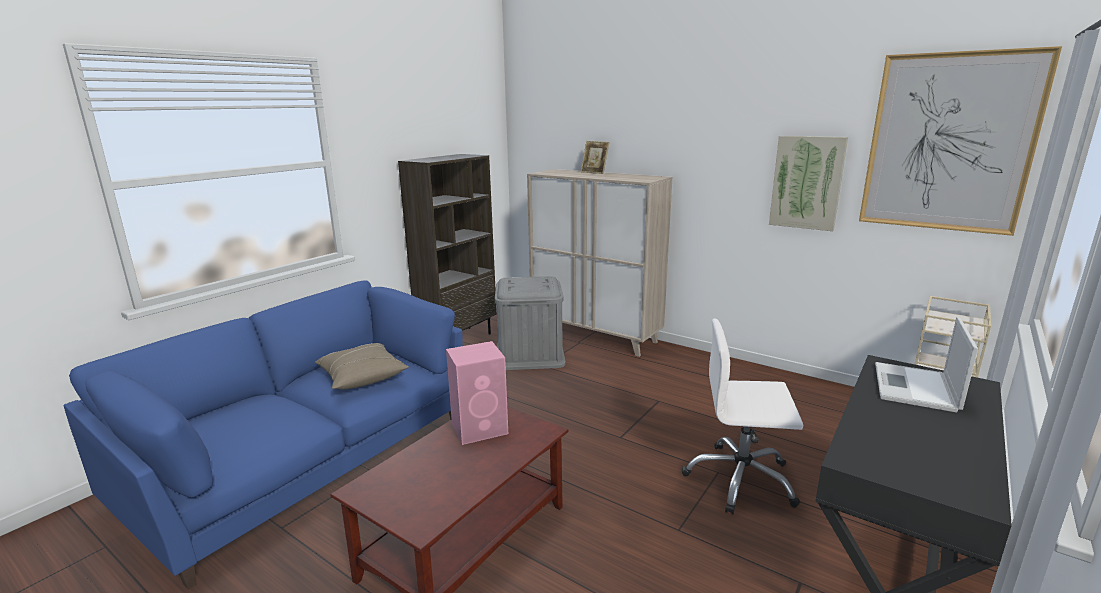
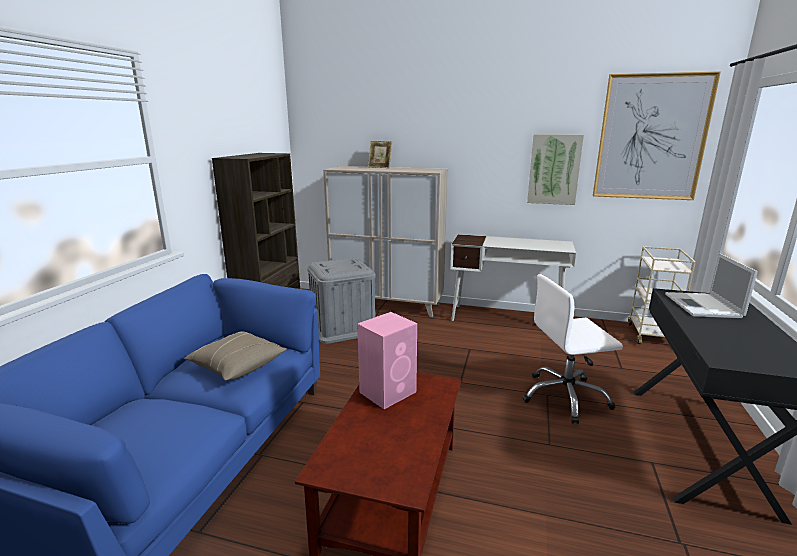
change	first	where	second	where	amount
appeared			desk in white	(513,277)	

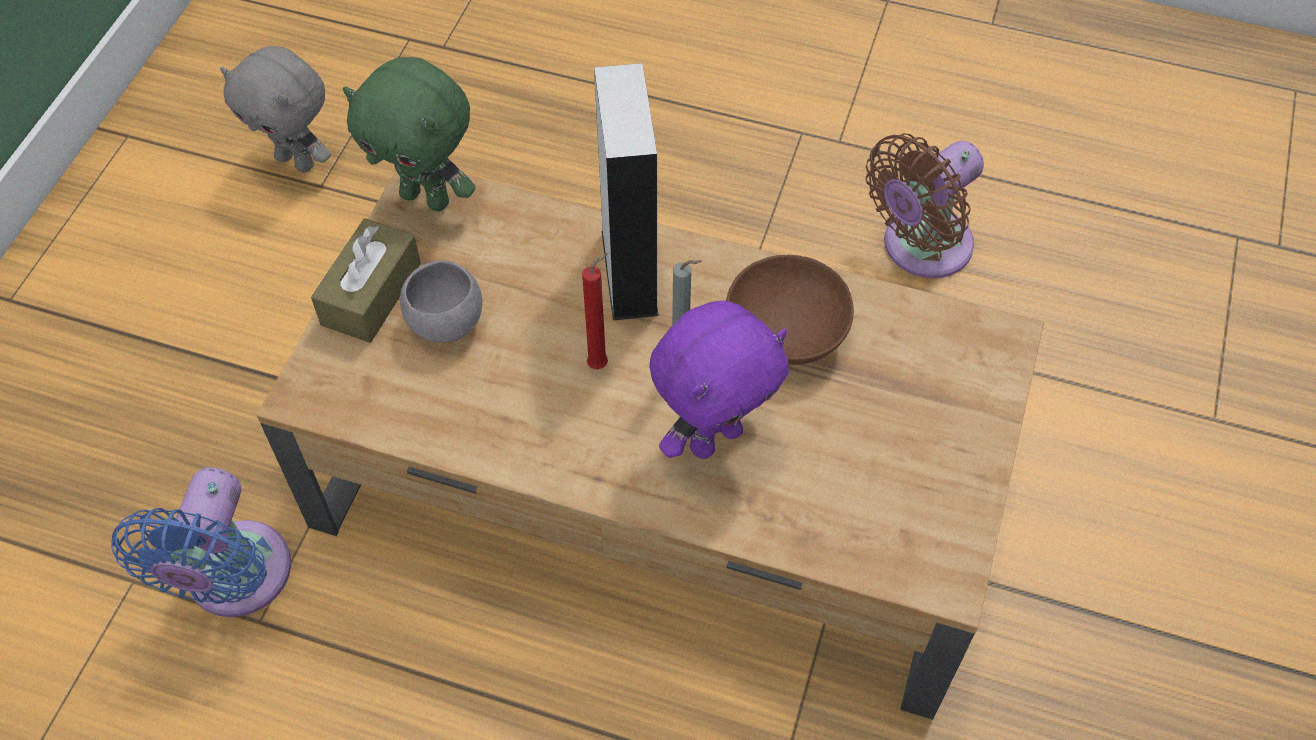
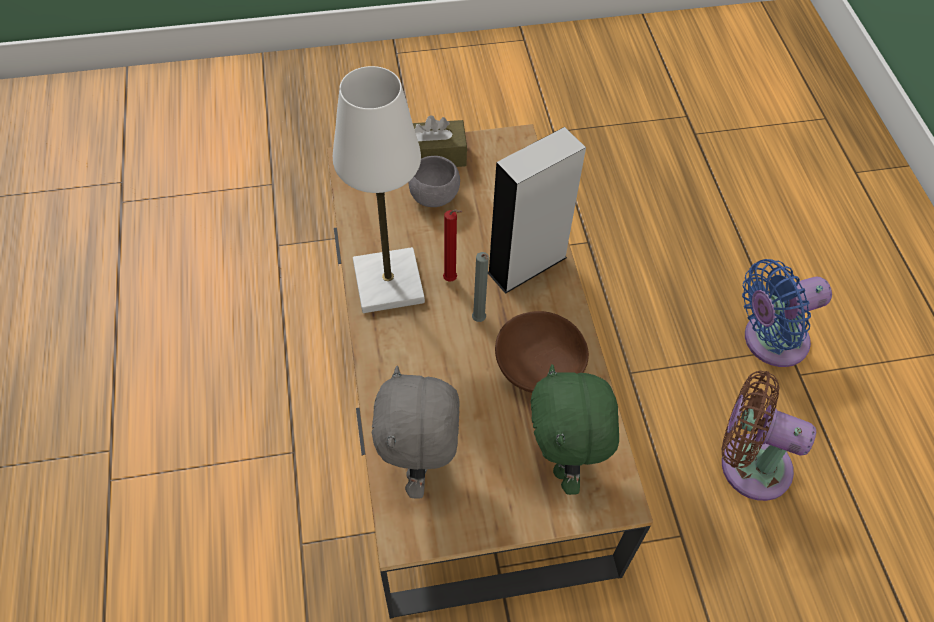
change	first	where	second	where	amount
missing	plush toy in purple	(719,380)			
appeared			table lamp in white	(379,189)	
relocated	fan in blue	(201,542)		(787,313)	
relocated	plush toy in grey	(275,109)		(415,432)	
relocated	plush toy in green	(409,134)		(574,429)	

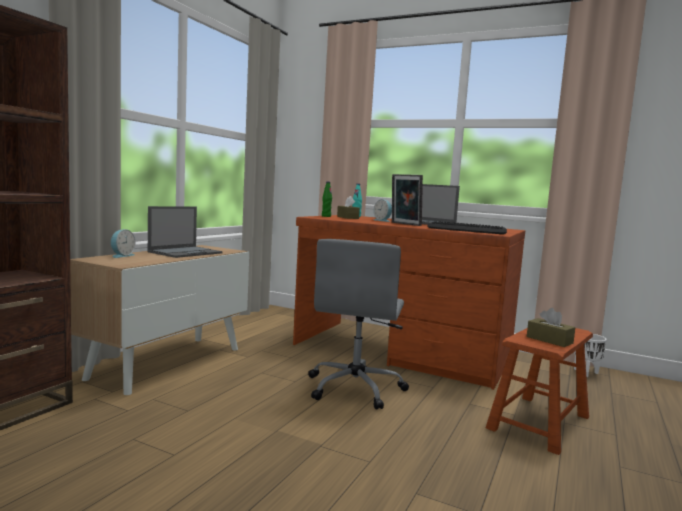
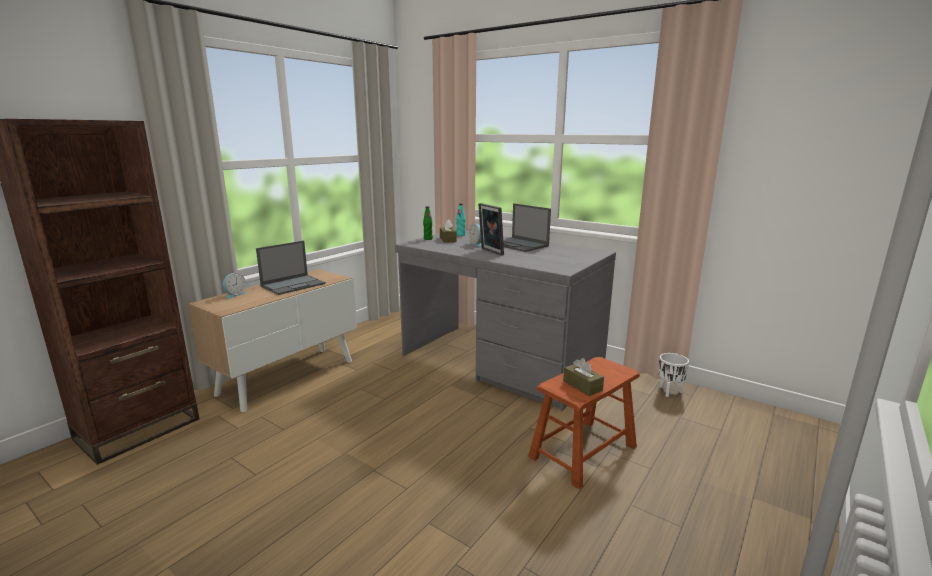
change	first	where	second	where	amount
missing	office chair in grey	(358,324)			
missing	keyboard	(467,227)			
colour	desk in brown	(409,302)	desk in grey	(505,320)	

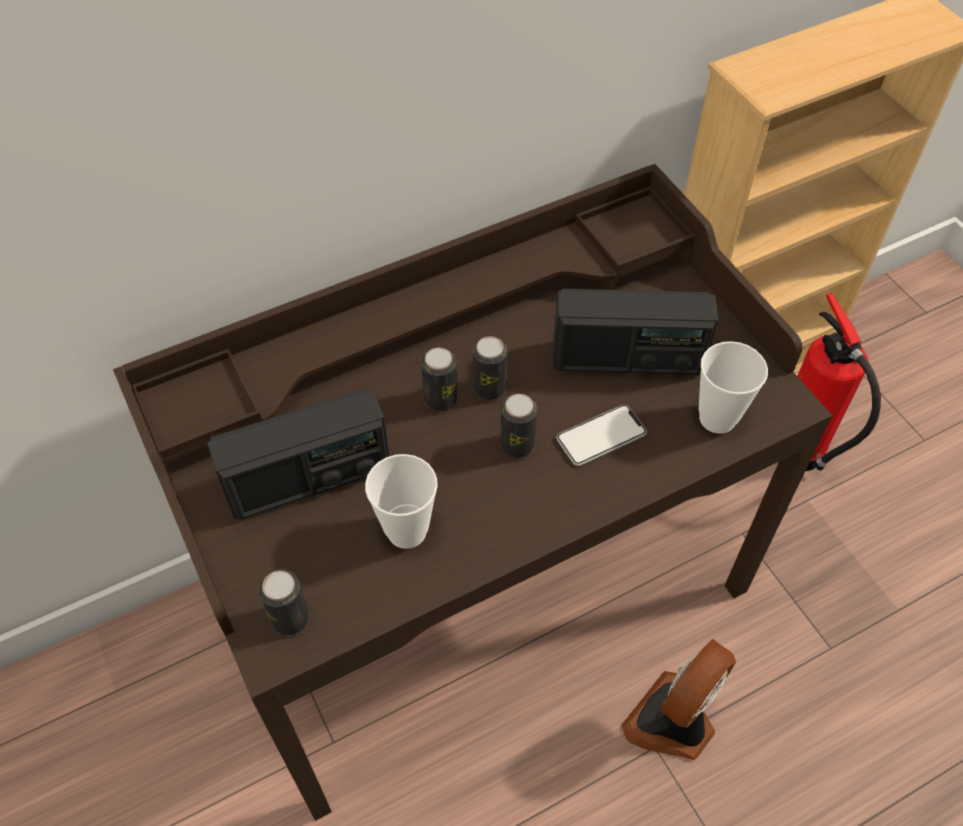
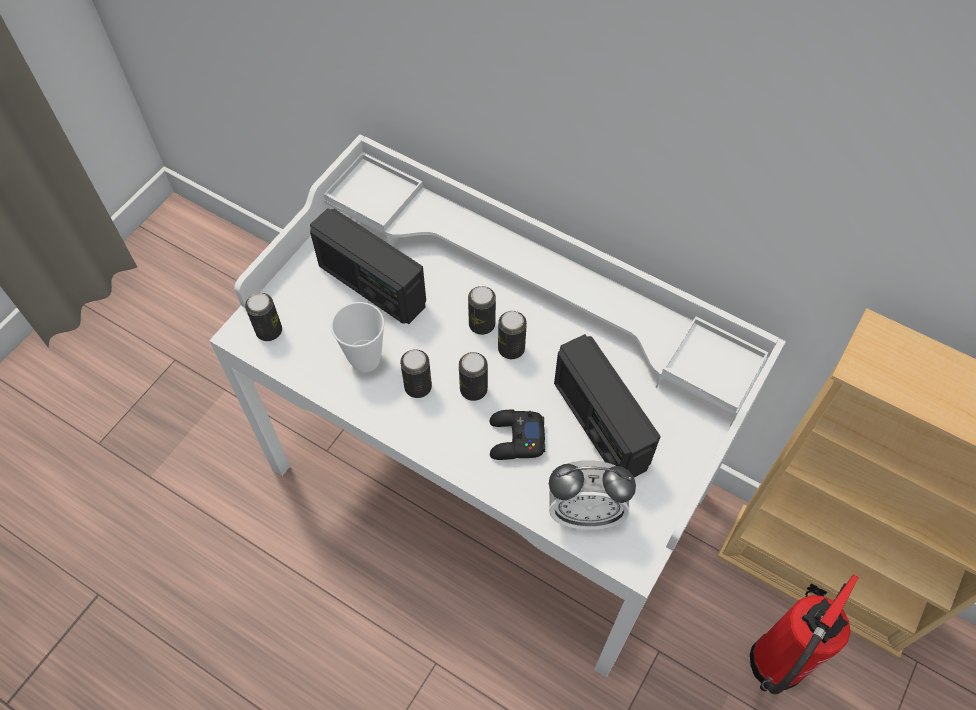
change	first	where	second	where	amount
missing	fan	(678,699)			
appeared			can	(416,373)	
exchanged	phone	(601,435)	game controller in black	(517,435)	
exchanged	cup	(733,387)	alarm clock	(592,495)	
colour	desk in brown	(472,492)	desk in white	(497,405)	

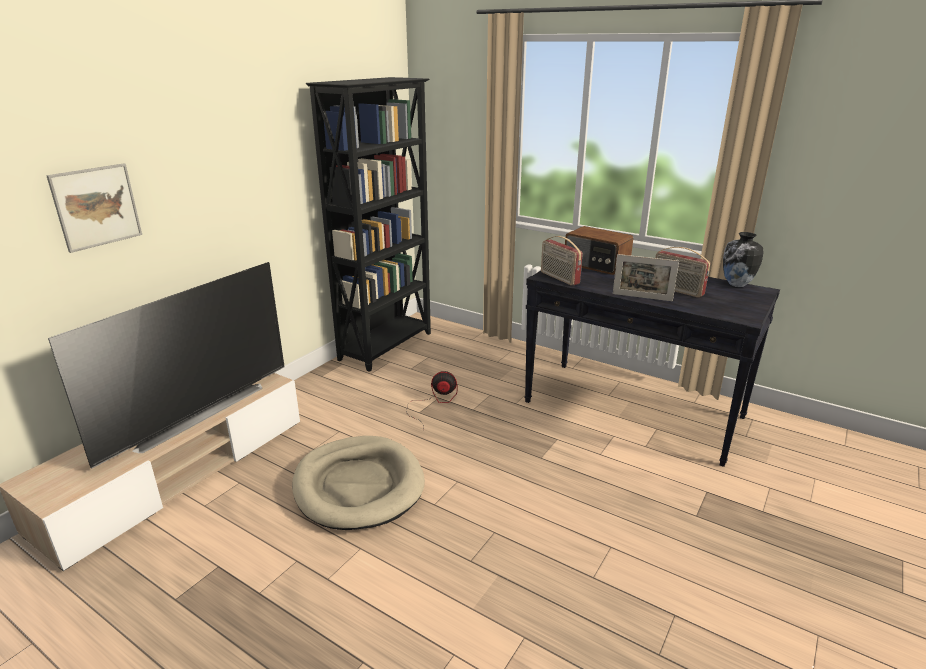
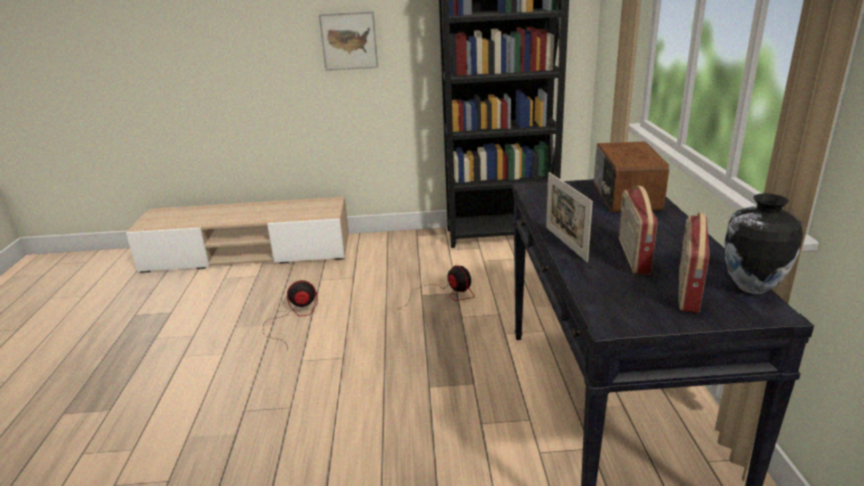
change	first	where	second	where	amount
missing	television	(166,365)			
relocated	picture	(94,208)		(348,41)	
relocated	radio	(562,261)		(694,263)	
exchanged	dog bed in beige	(358,483)	fan	(290,315)	

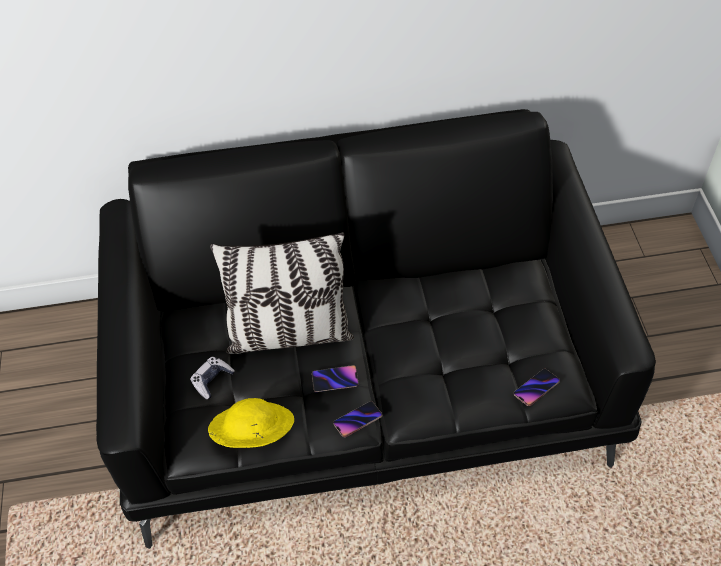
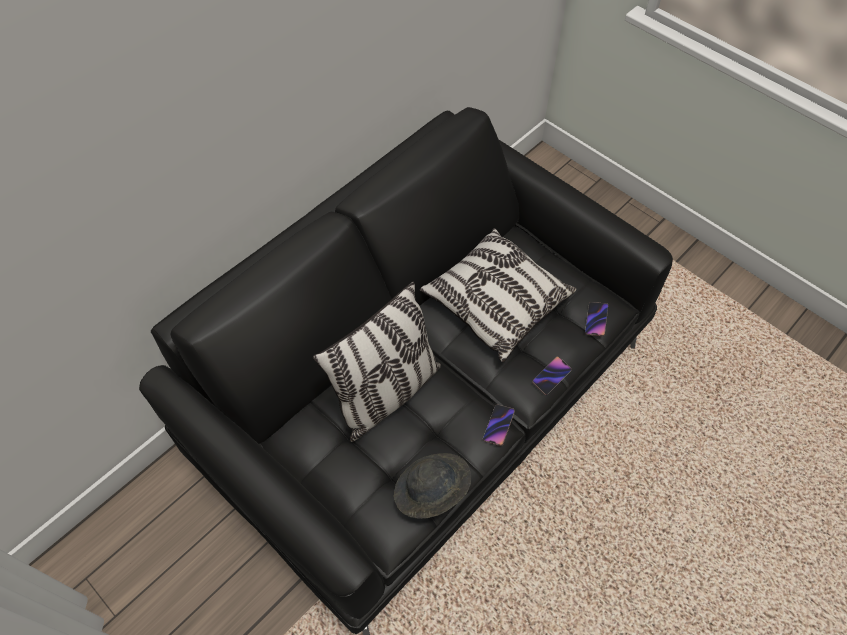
change	first	where	second	where	amount
missing	game controller	(212,378)			
appeared			pillow	(498,295)	
relocated	phone	(335,378)		(551,376)	
colour	hat in yellow	(251,423)	hat in grey	(432,486)	

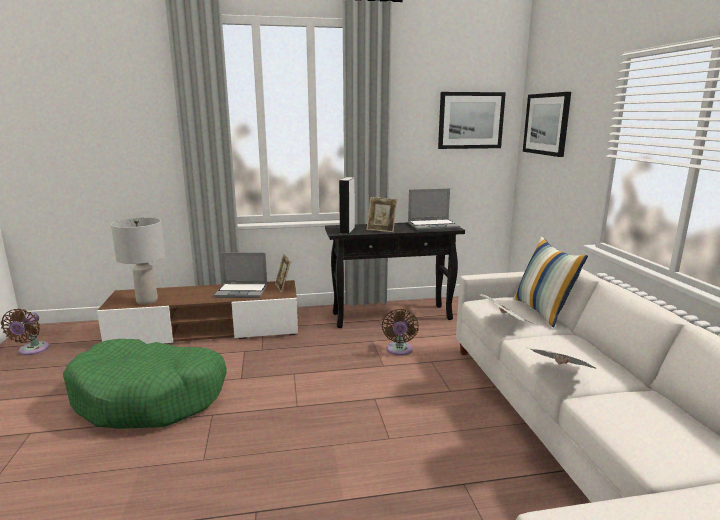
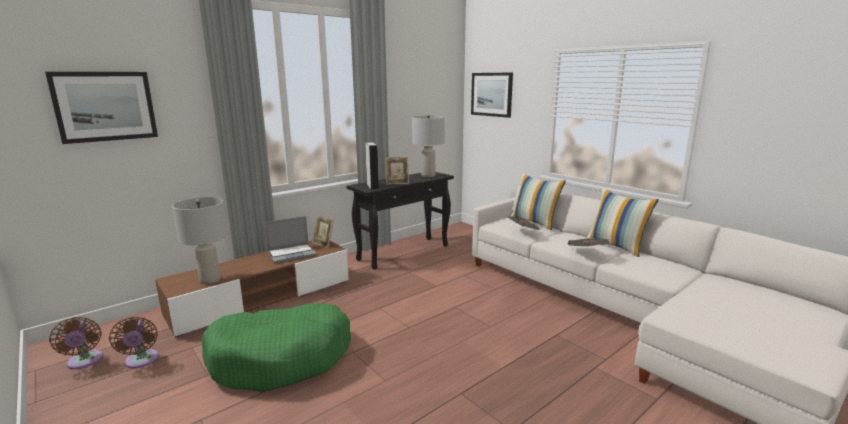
change	first	where	second	where	amount
appeared			pillow	(623,222)	
relocated	fan in brown	(400,332)		(134,343)	
relocated	picture	(472,120)		(101,108)	
exchanged	laptop	(434,209)	table lamp in grey	(428,145)	

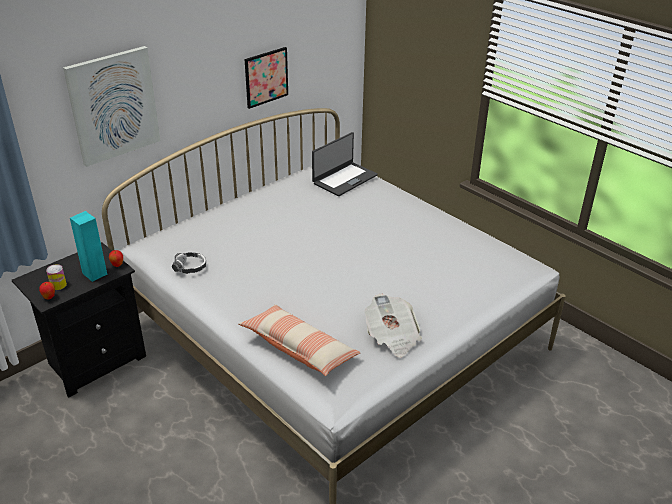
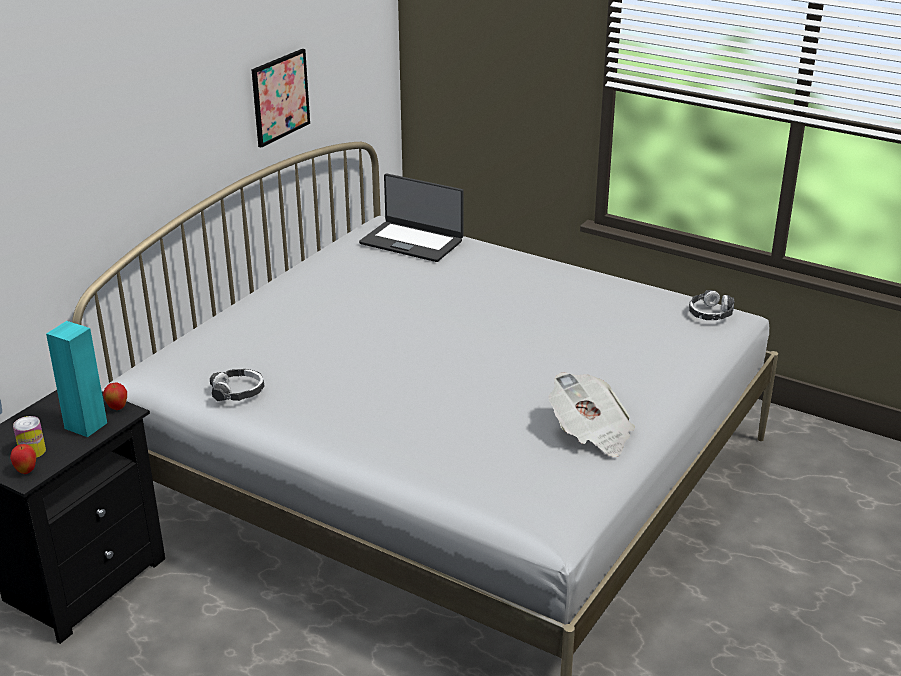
change	first	where	second	where	amount
missing	picture	(112,106)			
missing	pillow	(299,340)			
appeared			headphones	(712,305)	
spun	laptop	(345,164)		(411,217)	90 degrees clockwise

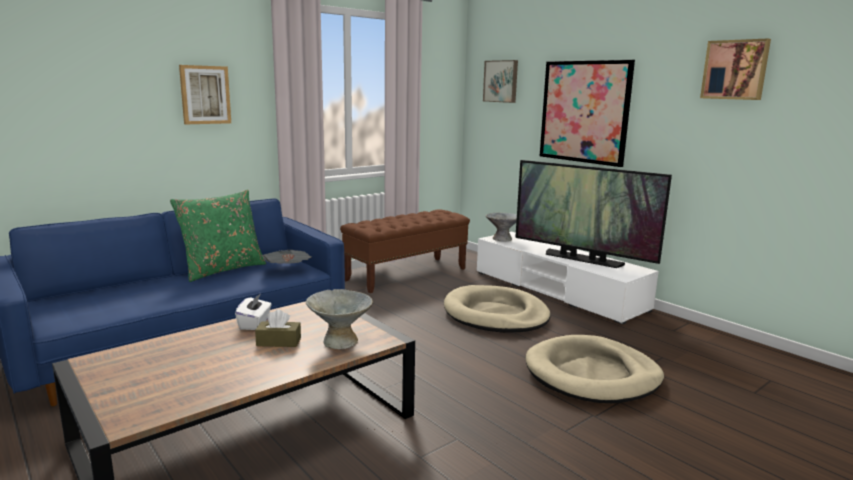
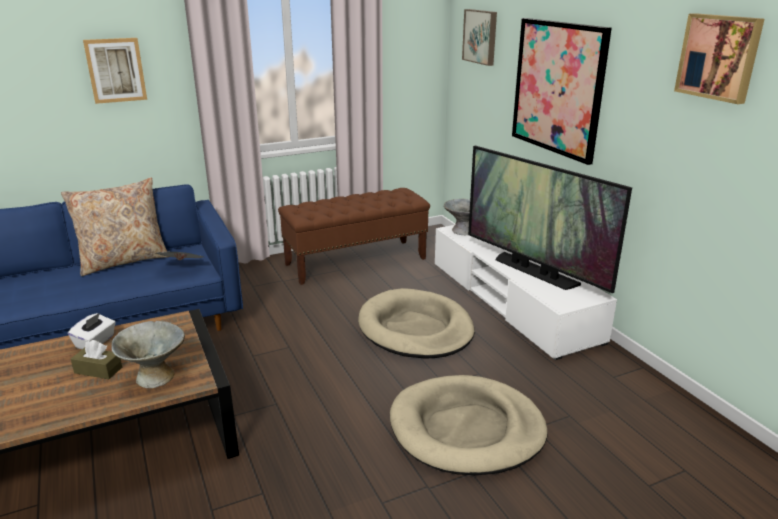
change	first	where	second	where	amount
colour	pillow in green	(218,235)	pillow in beige	(114,226)	

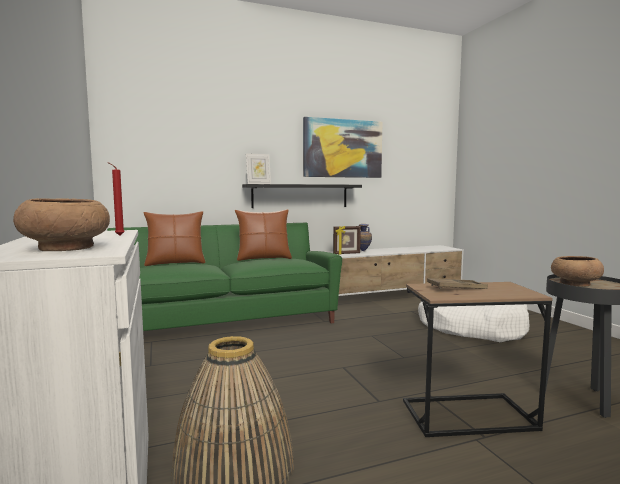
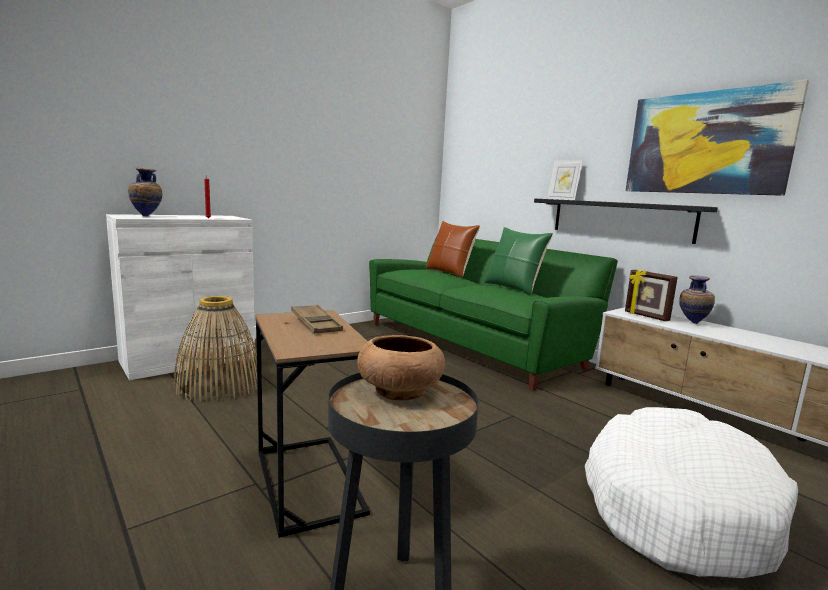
change	first	where	second	where	amount
exchanged	bowl in brown	(61,224)	vase	(145,192)	
colour	pillow in brown	(263,235)	pillow in green	(519,261)	

